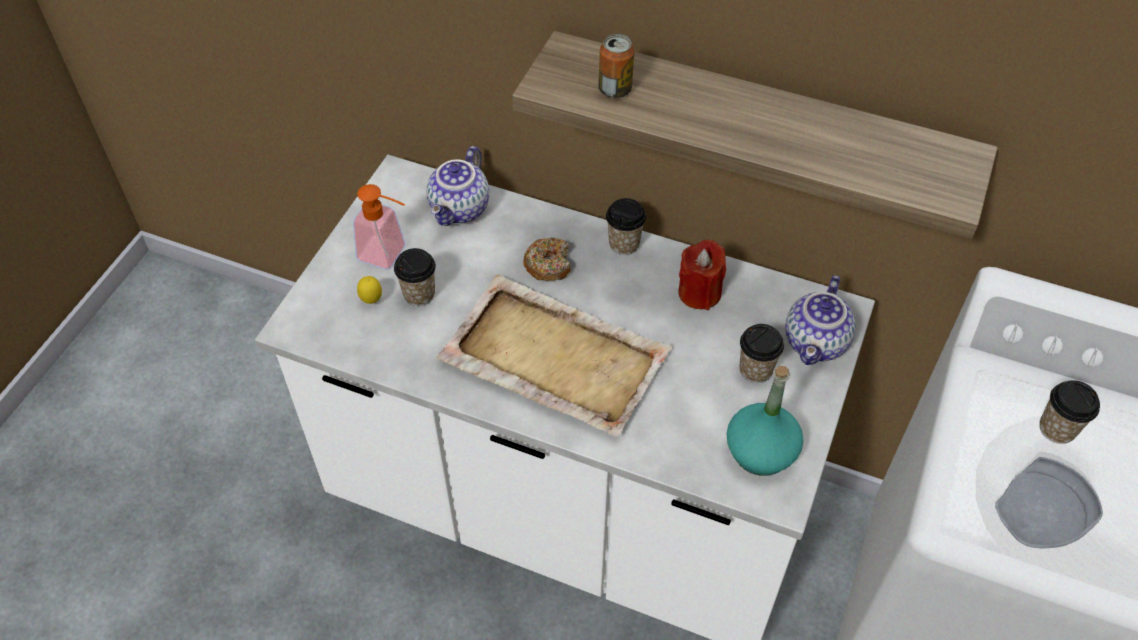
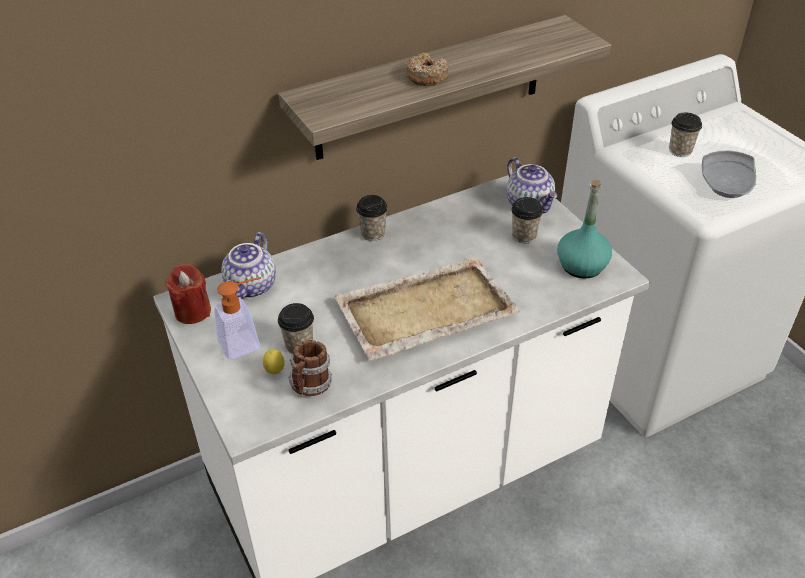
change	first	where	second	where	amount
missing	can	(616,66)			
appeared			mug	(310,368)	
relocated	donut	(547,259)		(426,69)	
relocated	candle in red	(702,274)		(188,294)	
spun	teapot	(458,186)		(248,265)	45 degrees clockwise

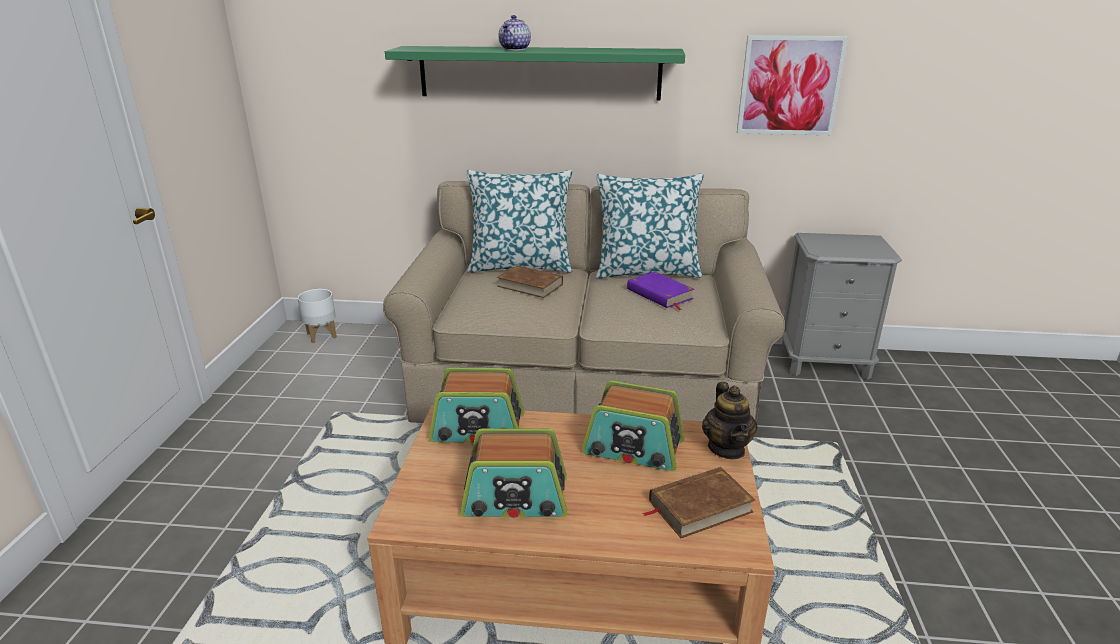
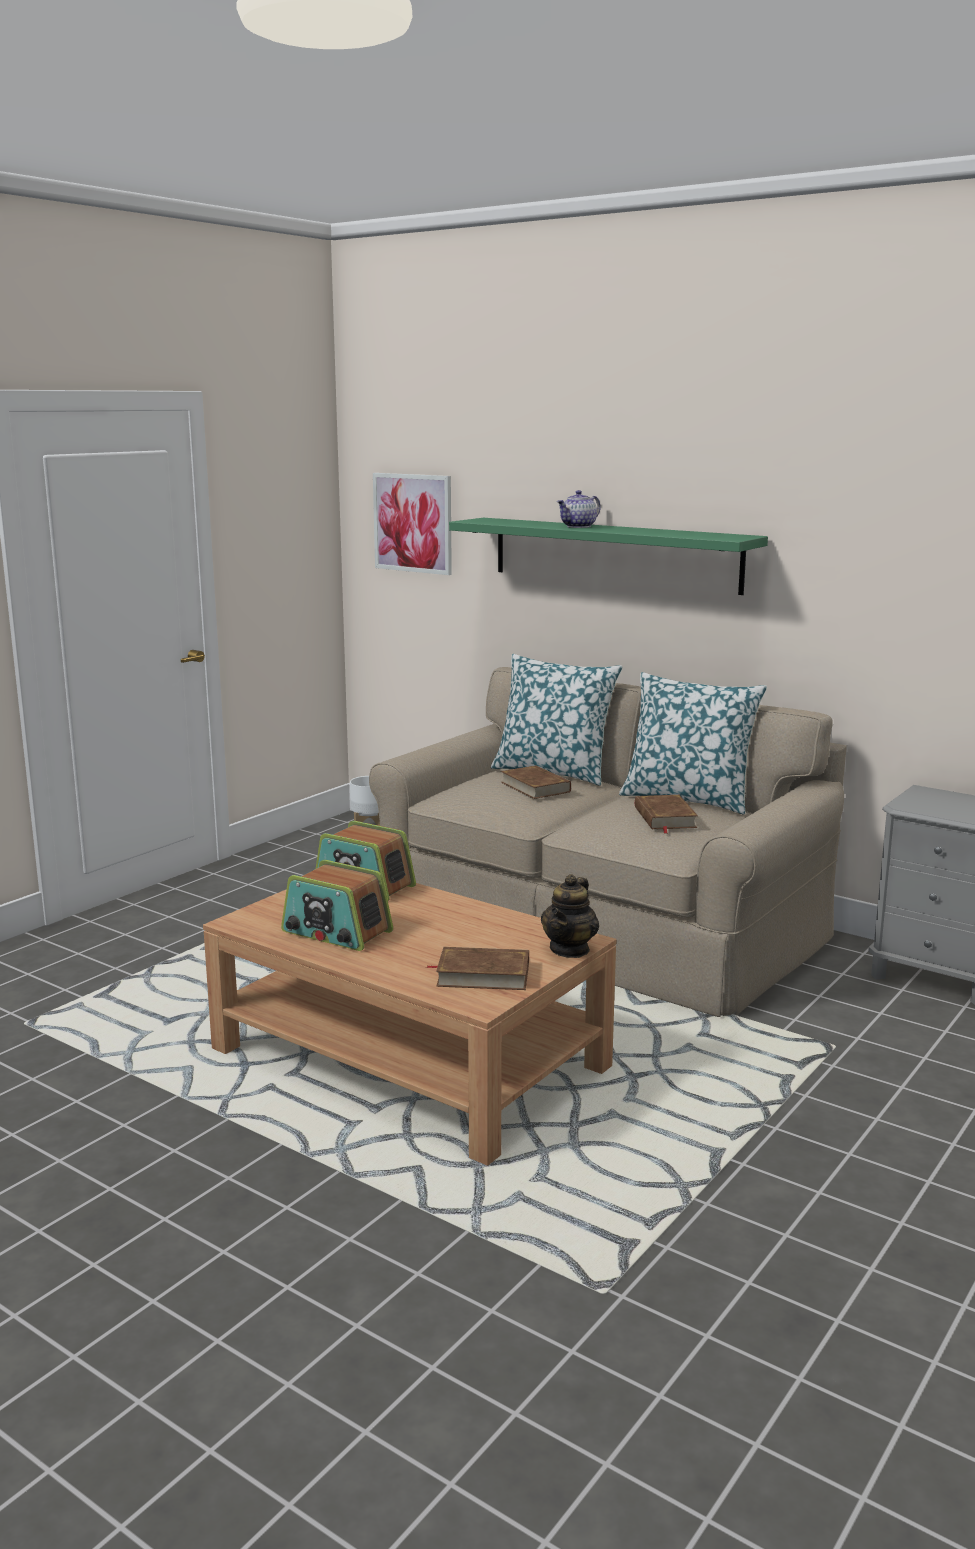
change	first	where	second	where	amount
missing	radio	(633,426)			
relocated	picture	(792,85)		(412,524)	
colour	book in purple	(661,291)	book in brown	(666,814)	

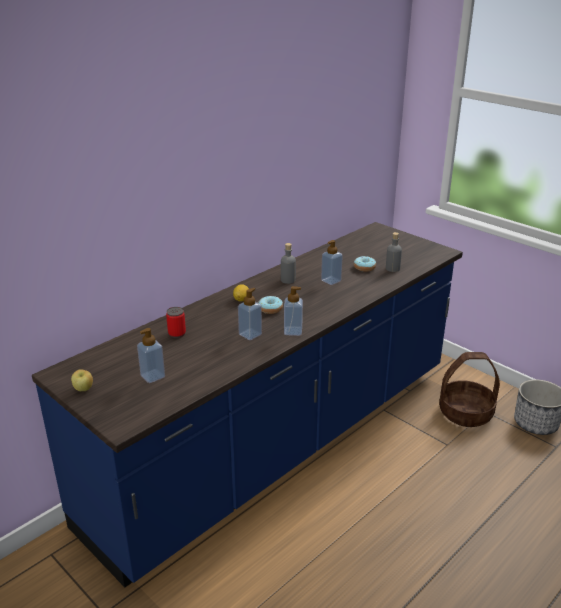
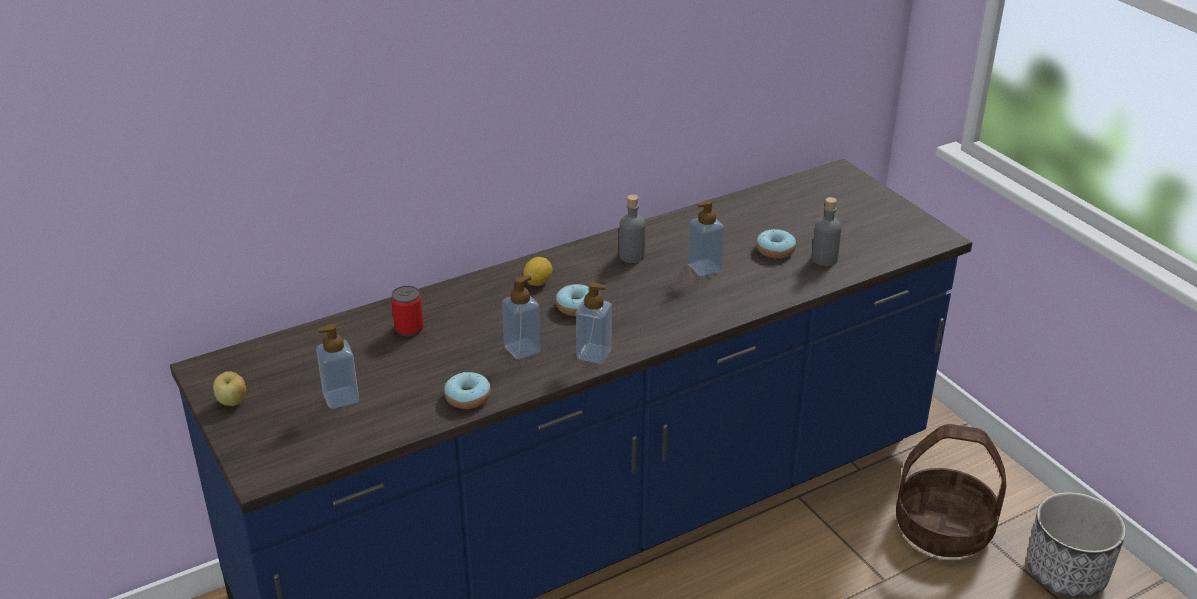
change	first	where	second	where	amount
appeared			donut	(467,390)	

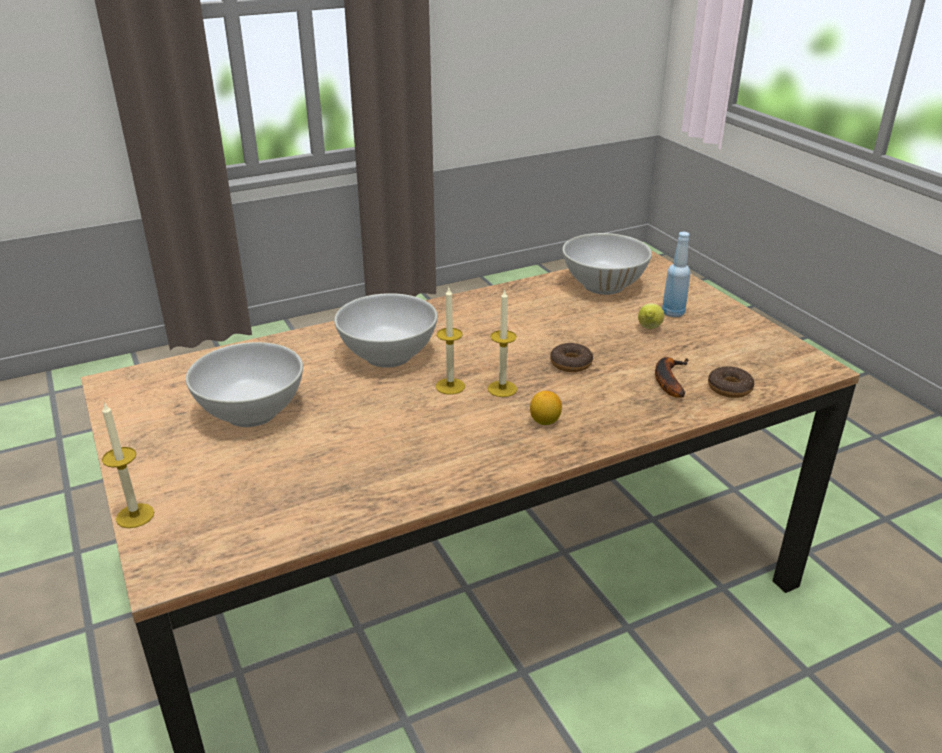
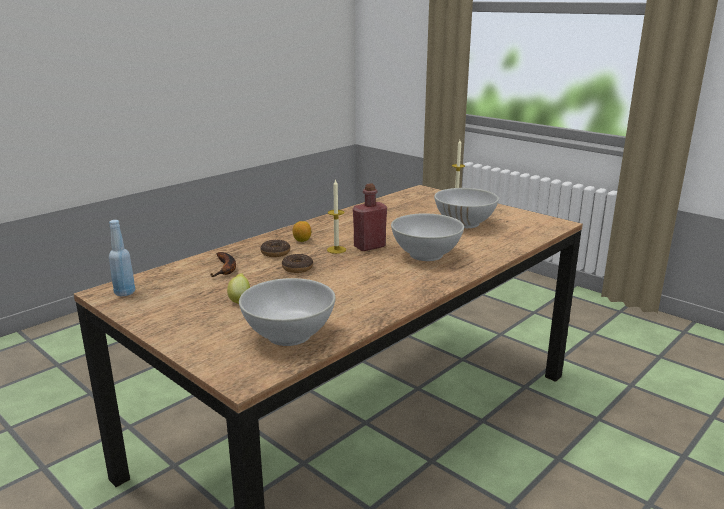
change	first	where	second	where	amount
relocated	bottle in blue	(676,274)		(122,258)	
relocated	donut	(731,382)		(275,248)	
exchanged	candle	(450,341)	bottle in red	(370,217)	

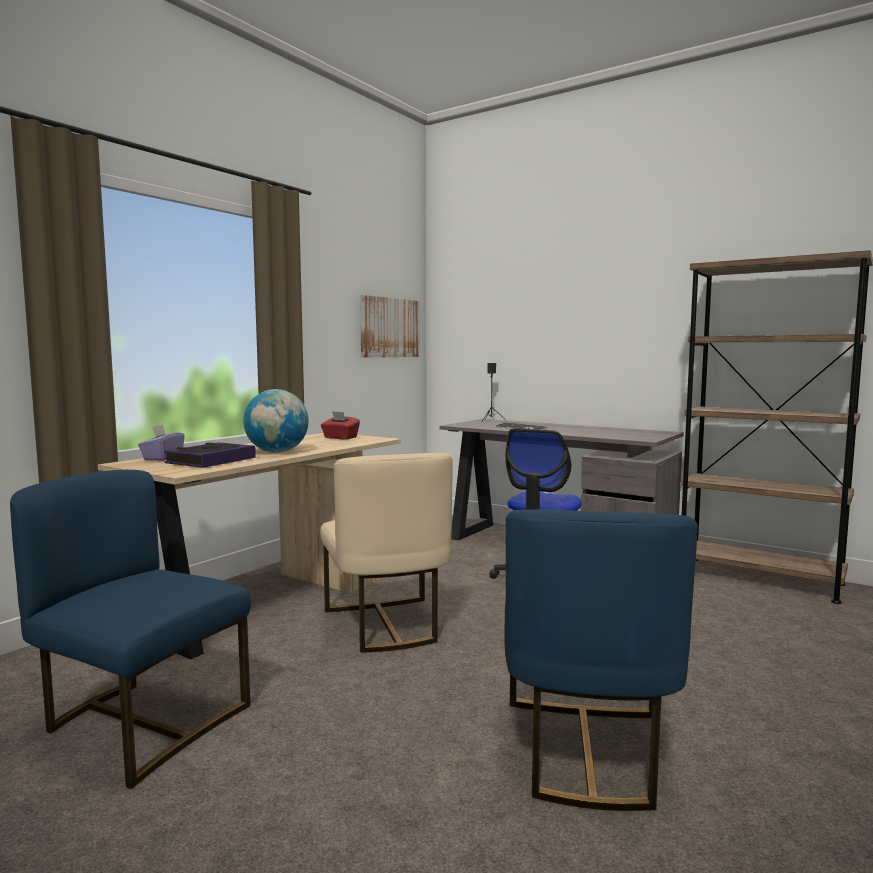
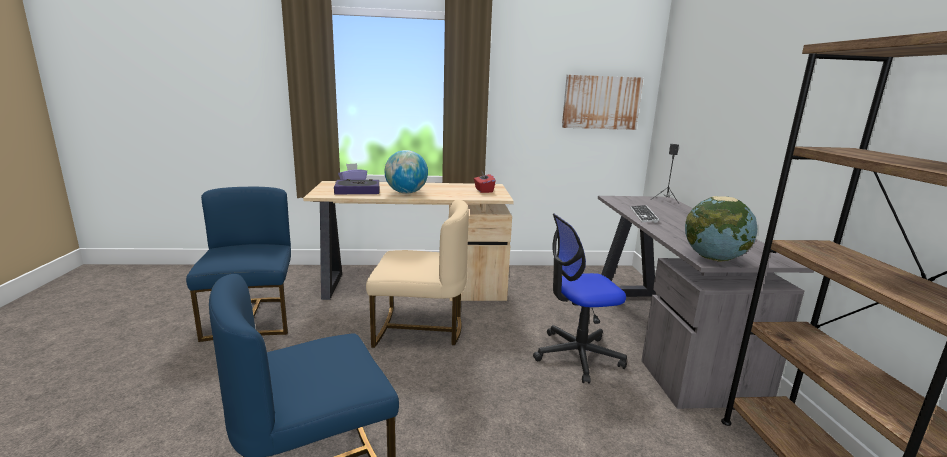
change	first	where	second	where	amount
appeared			globe	(721,229)	
spun	chair in beige	(386,553)		(417,274)	120 degrees counterclockwise

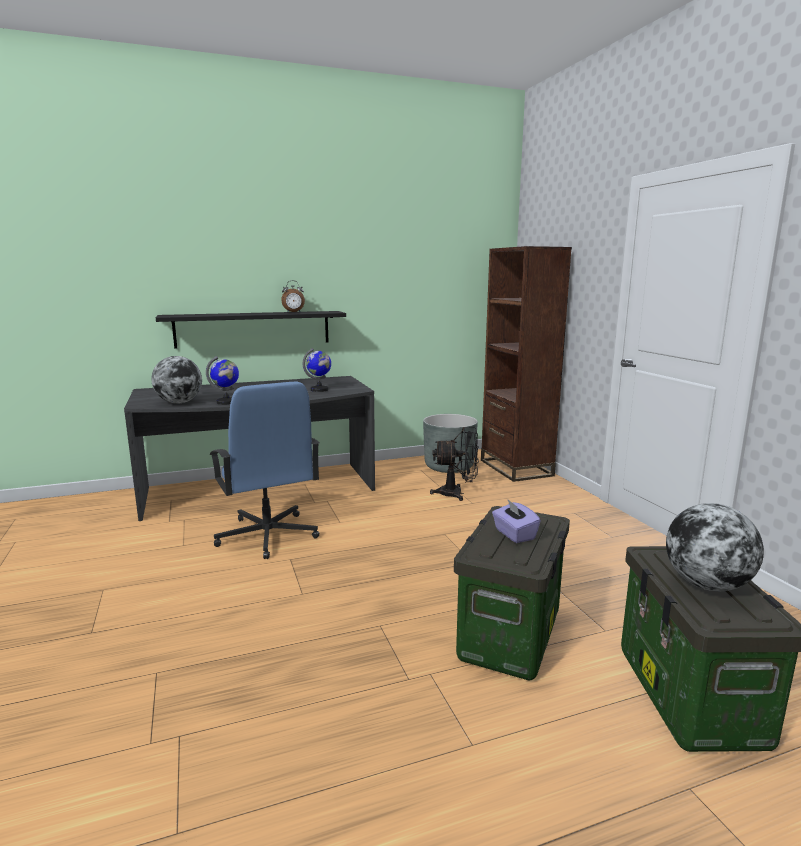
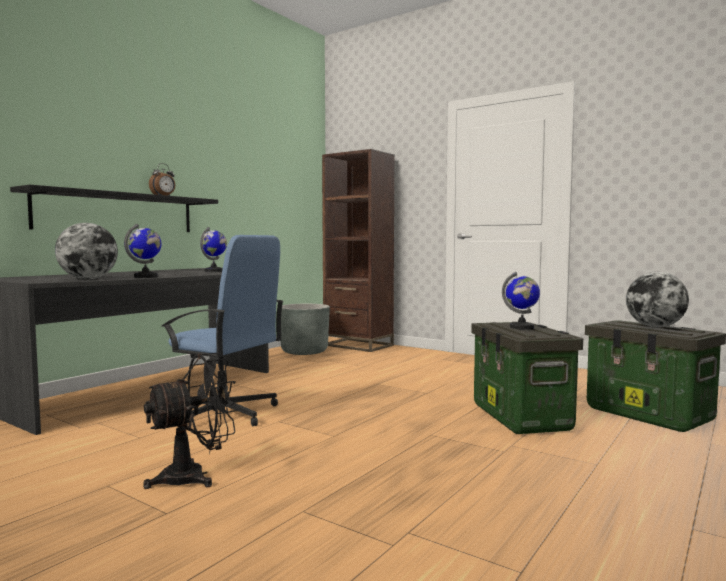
change	first	where	second	where	amount
relocated	fan in black	(454,464)		(191,421)	
exchanged	tissue box in purple	(516,521)	globe	(521,301)	

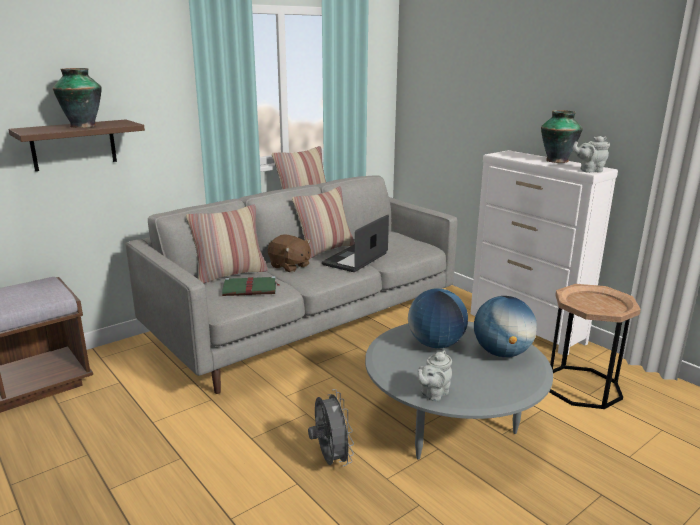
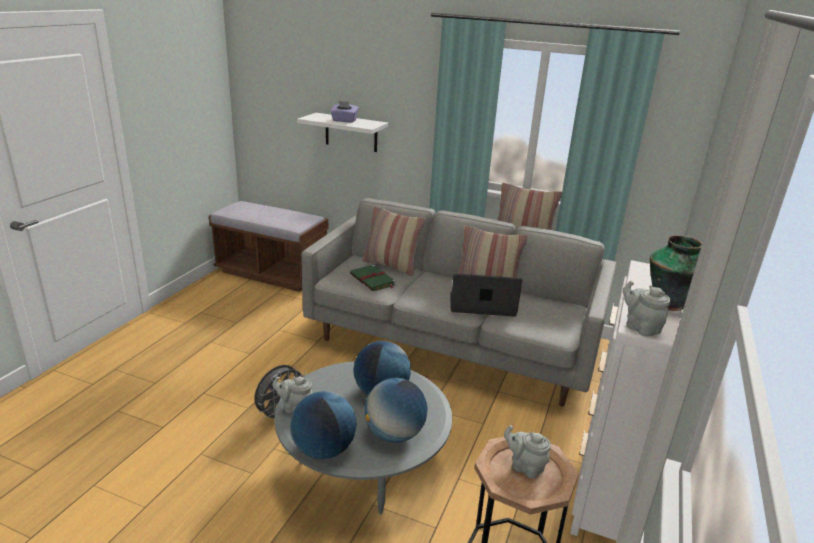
change	first	where	second	where	amount
missing	plush toy in brown	(289,253)			
appeared			globe	(323,425)	
appeared			teapot in grey	(527,452)	
exchanged	vase	(77,98)	tissue box in purple	(344,112)	
colour	shelf in brown	(76,145)	shelf in white	(342,132)	

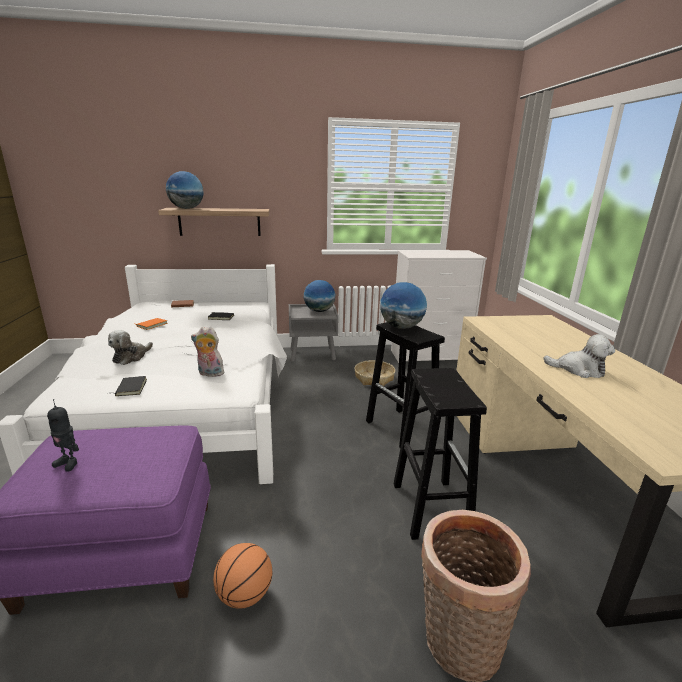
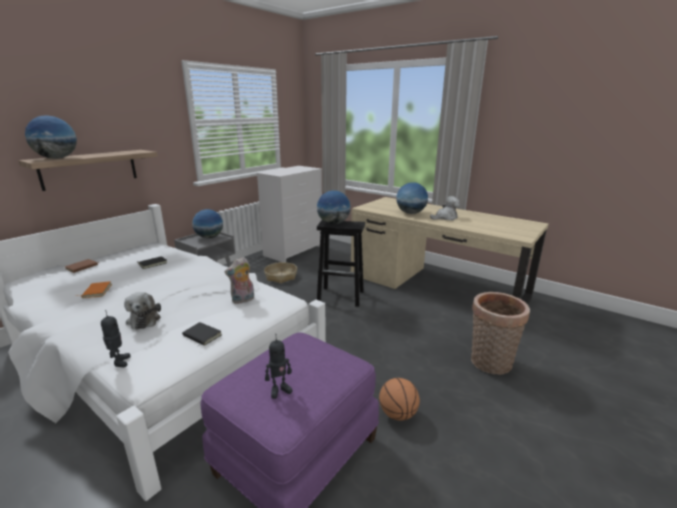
change	first	where	second	where	amount
missing	stool in black	(440,454)			
appeared			toy robot	(116,338)	
appeared			globe	(412,198)	

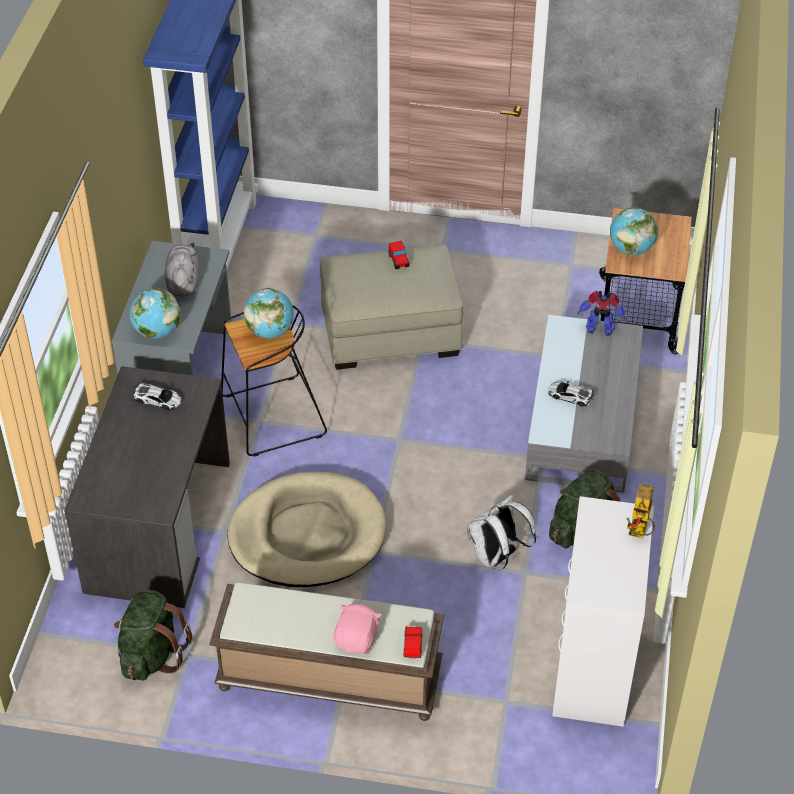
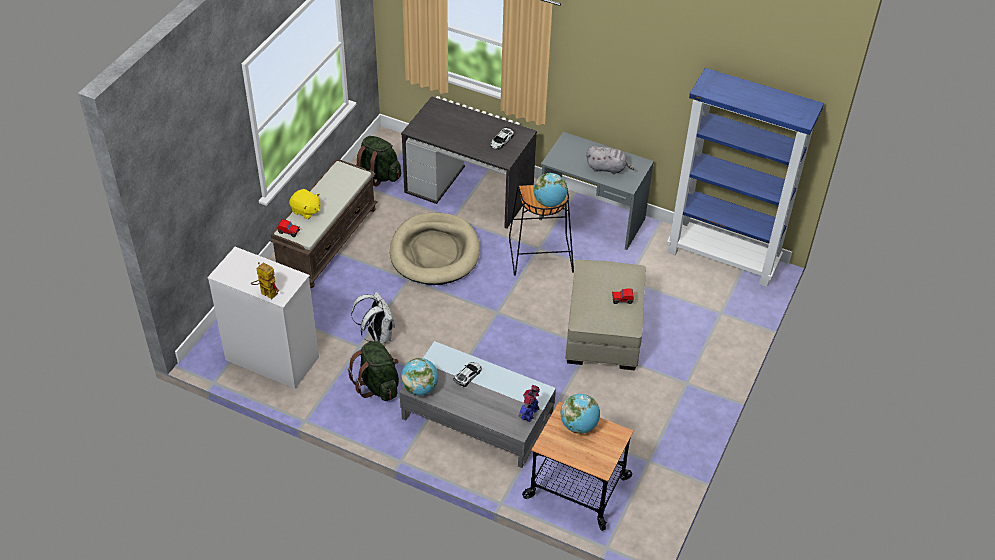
change	first	where	second	where	amount
relocated	globe	(154,313)		(419,376)	
colour	plush toy in pink	(358,628)	plush toy in yellow	(304,204)	

